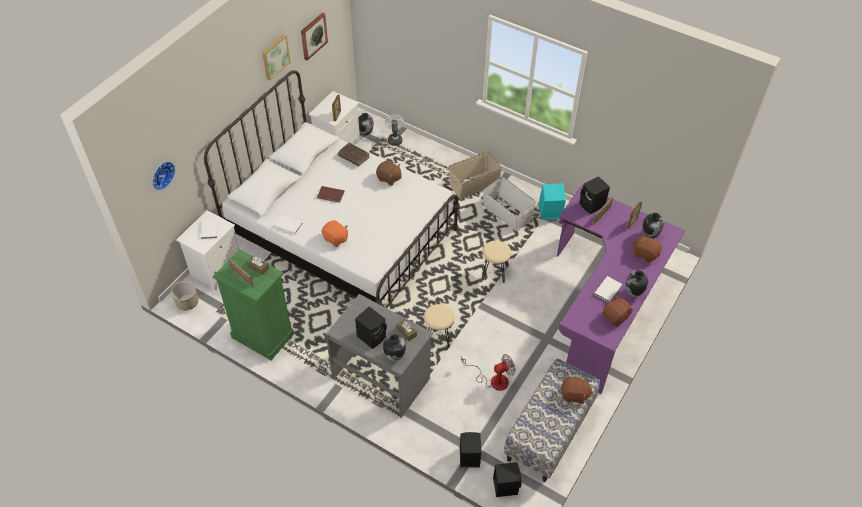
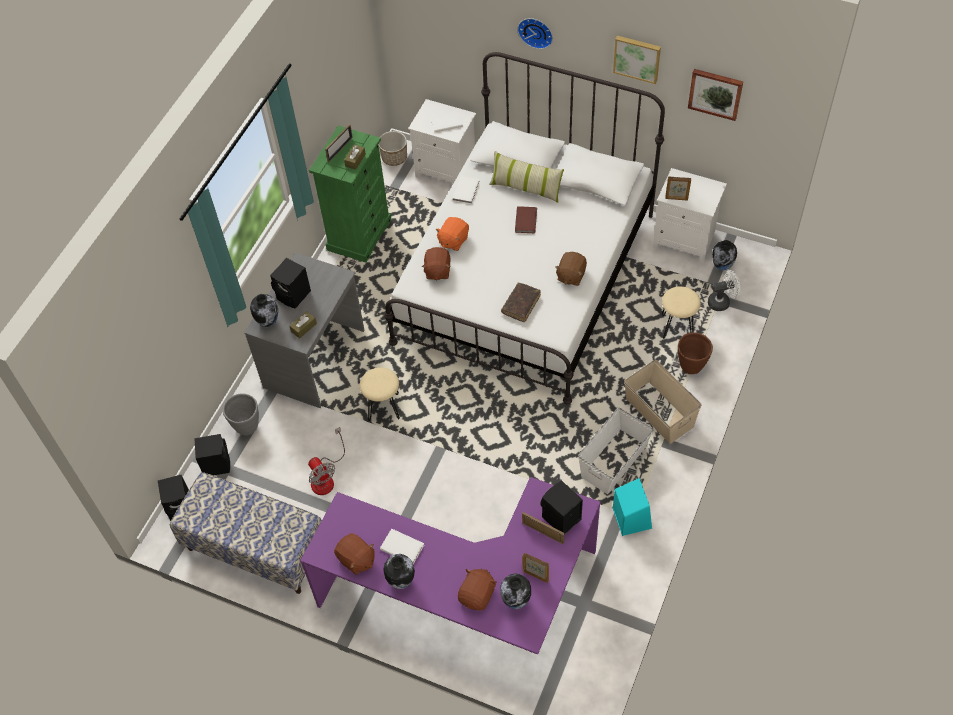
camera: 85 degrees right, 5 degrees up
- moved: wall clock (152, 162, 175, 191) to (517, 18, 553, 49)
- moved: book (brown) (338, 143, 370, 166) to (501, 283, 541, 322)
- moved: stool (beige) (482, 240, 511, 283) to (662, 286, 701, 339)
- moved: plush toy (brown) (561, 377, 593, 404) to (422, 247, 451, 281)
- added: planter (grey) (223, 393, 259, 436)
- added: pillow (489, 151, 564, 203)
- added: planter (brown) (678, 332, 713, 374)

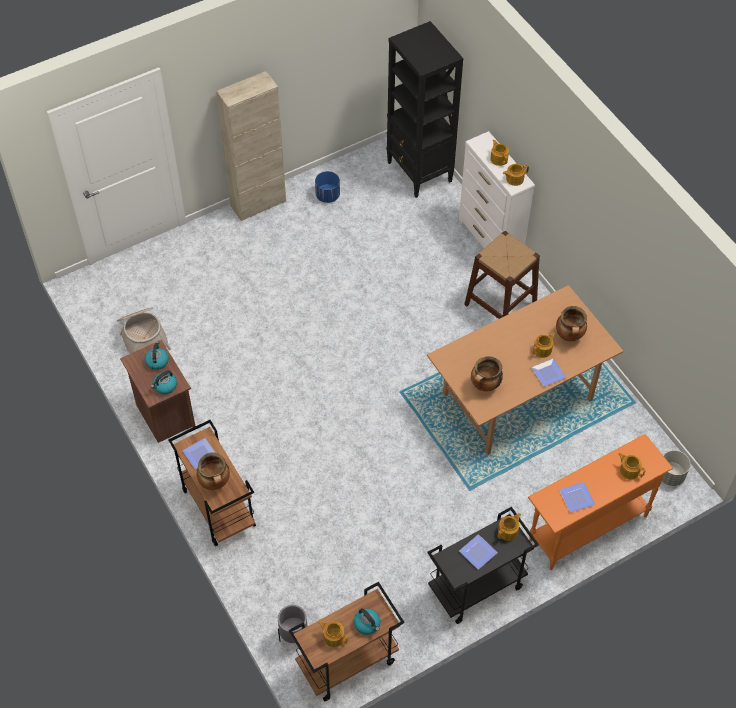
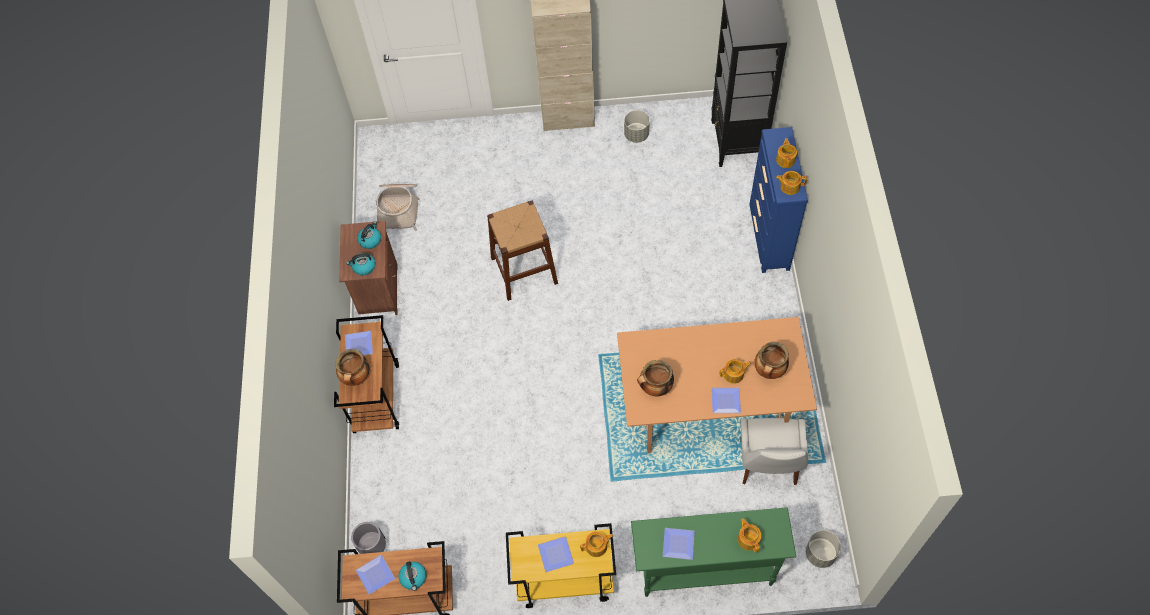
camera: 30 degrees right, 5 degrees up
- recoloured: planter (blue) (315, 171, 340, 203) to planter (grey) (624, 110, 650, 143)
- replaced: teapot (319, 621, 348, 647) to plate (356, 555, 395, 595)
- recoloured: cart (black) (428, 507, 539, 624) to cart (yellow) (506, 523, 616, 608)
- recoloured: dresser (white) (459, 131, 535, 248) to dresser (blue) (749, 127, 808, 273)
- moved: stool (brown) (464, 231, 540, 319) to (487, 201, 558, 301)
- recoloured: console table (orange) (528, 434, 673, 570) to console table (green) (631, 507, 796, 597)
- added: chair (white) (740, 418, 808, 485)

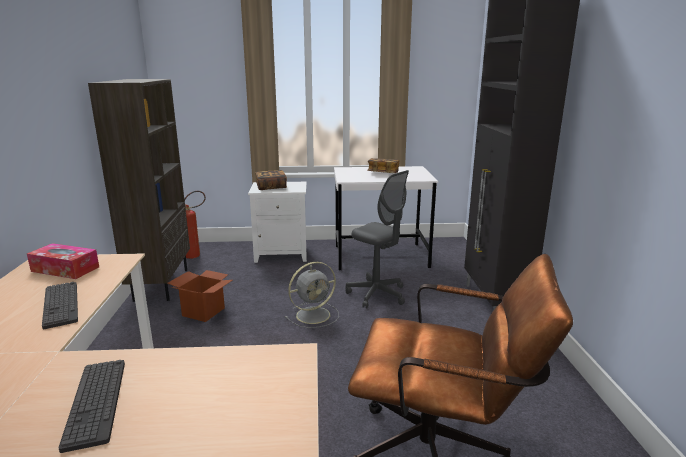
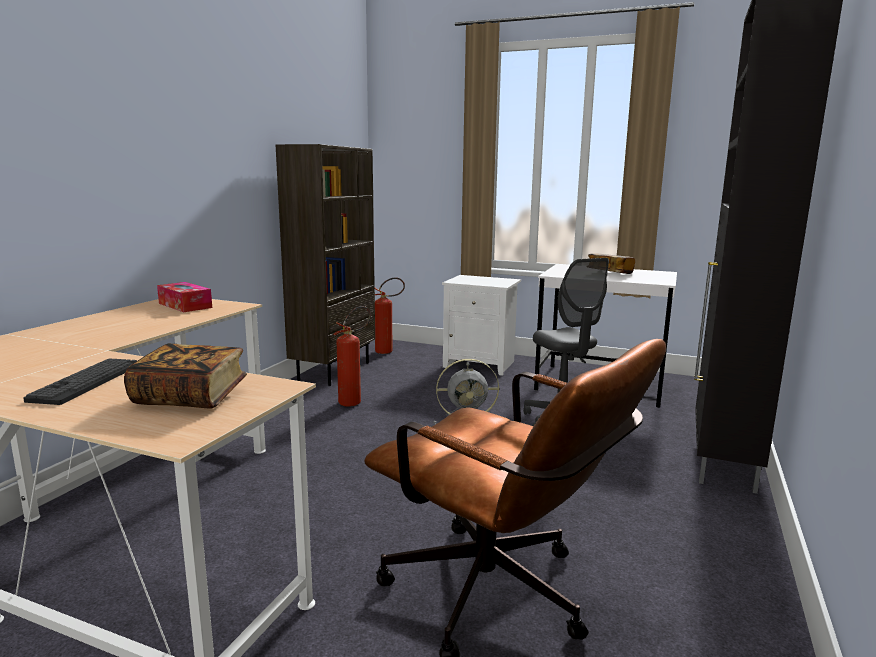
camera: 25 degrees right, 5 degrees down
- removed: keyboard (42, 282, 78, 329)
- replaced: cardboard box (167, 270, 232, 322) to fire extinguisher (333, 306, 371, 407)
- moved: book (255, 170, 287, 190) to (124, 344, 247, 409)

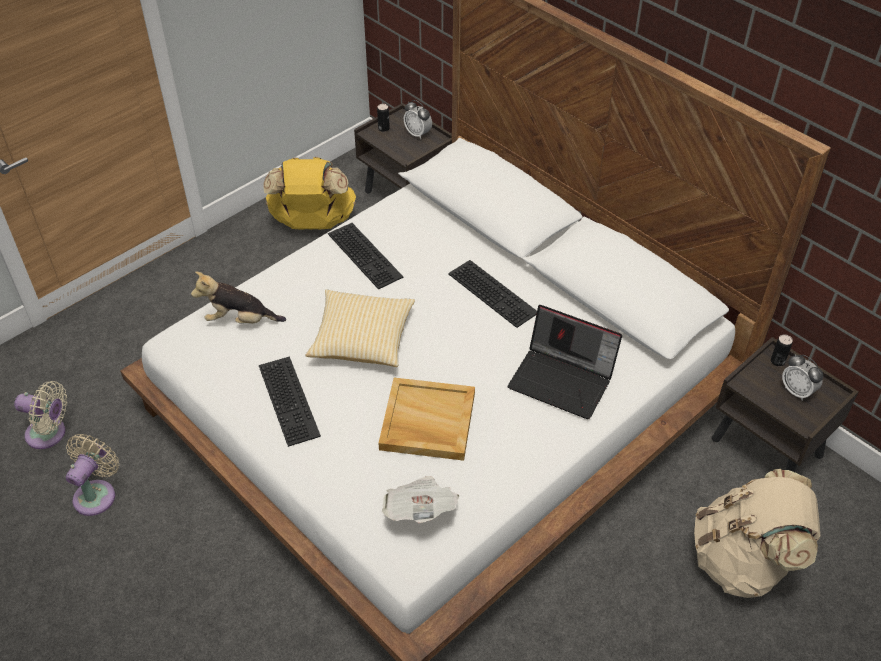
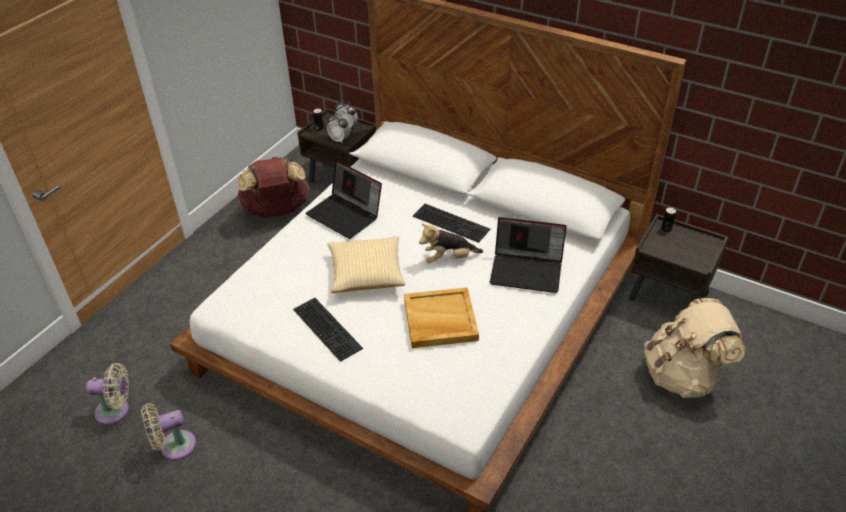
camera: 15 degrees left, 5 degrees down
- turned: fan (beige) (66, 434, 119, 516) = (141, 403, 196, 460) 120 degrees counterclockwise
- moved: plush toy (191, 272, 286, 323) to (419, 224, 483, 263)
- recoloured: backpack (yellow) (263, 157, 356, 230) to backpack (brown) (237, 157, 309, 218)
- replaced: keyboard (328, 223, 403, 289) to laptop (305, 160, 382, 239)
- removed: newspaper (382, 476, 460, 523)
- moved: alarm clock (782, 354, 823, 401) to (327, 113, 350, 144)

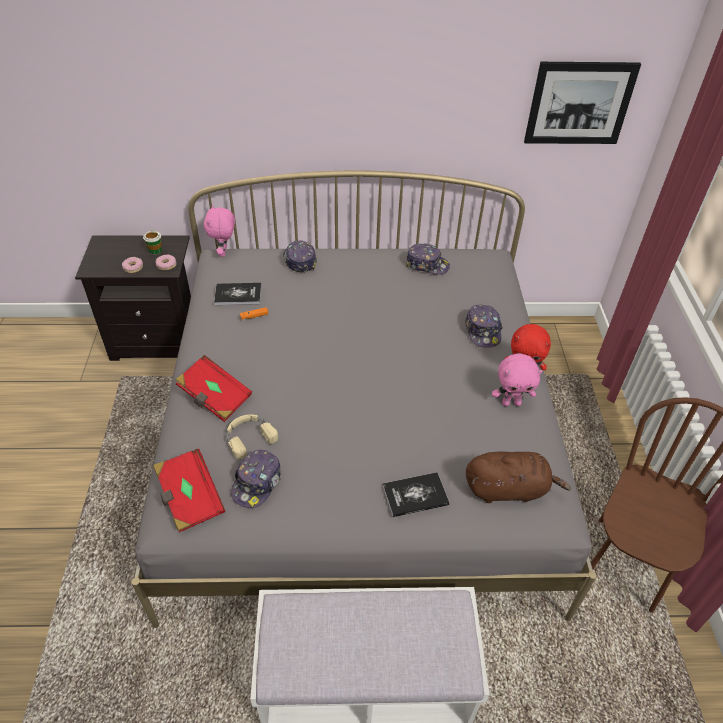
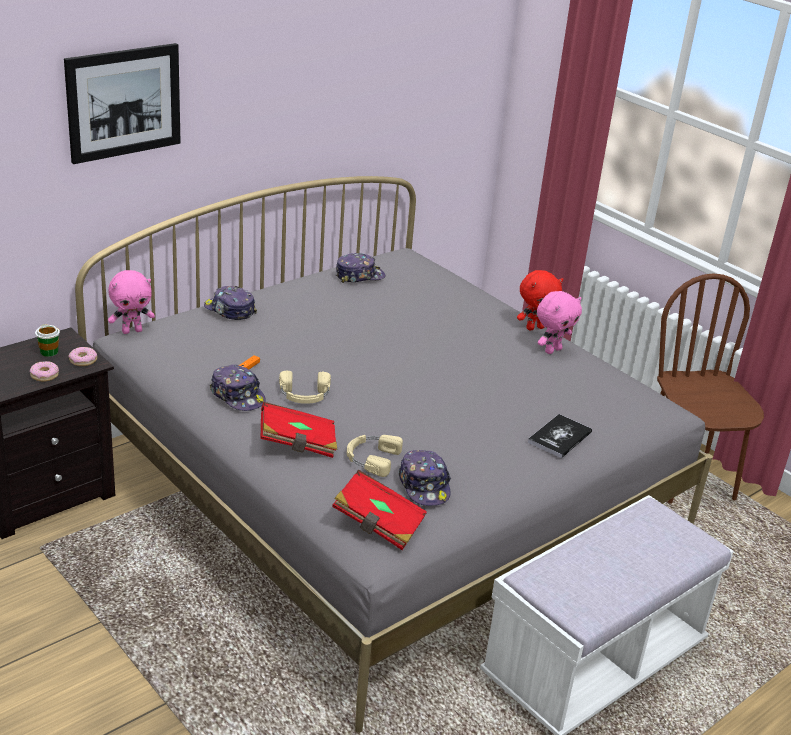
camera: 40 degrees left, 15 degrees down
- turned: plush toy (pink) (203, 205, 235, 257) = (108, 270, 155, 334) 75 degrees counterclockwise
- removed: book (214, 283, 261, 305)
- moved: cap (465, 305, 503, 348) to (210, 365, 266, 411)
- removed: plush toy (brown) (466, 451, 572, 503)
- moved: picture (524, 62, 641, 144) to (64, 43, 181, 164)
- added: headphones (beige) (279, 370, 331, 404)

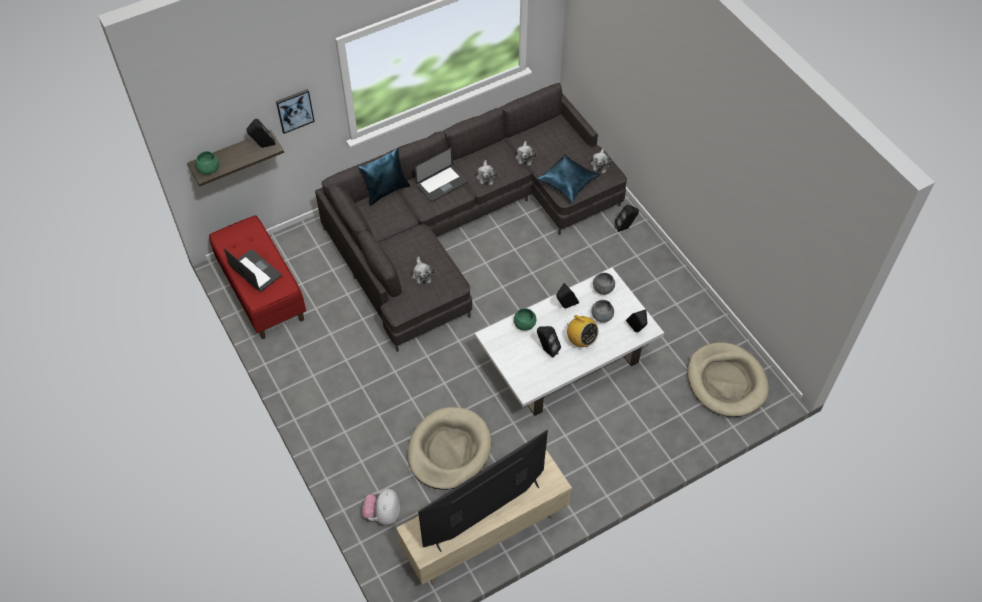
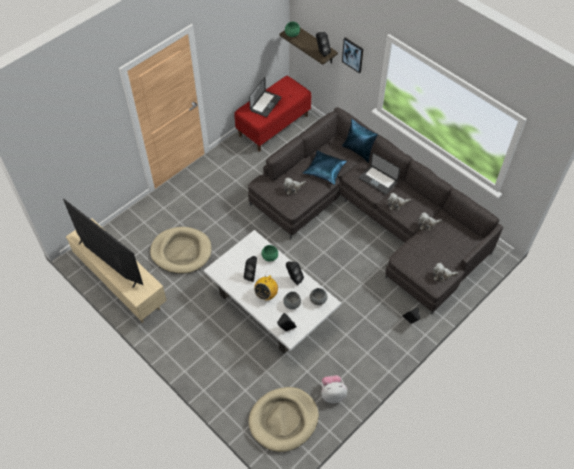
camera: 75 degrees right, 0 degrees up
- moved: plush toy (362, 489, 400, 525) to (321, 375, 347, 404)
- moved: pillow (blue) (537, 154, 601, 202) to (303, 150, 347, 185)

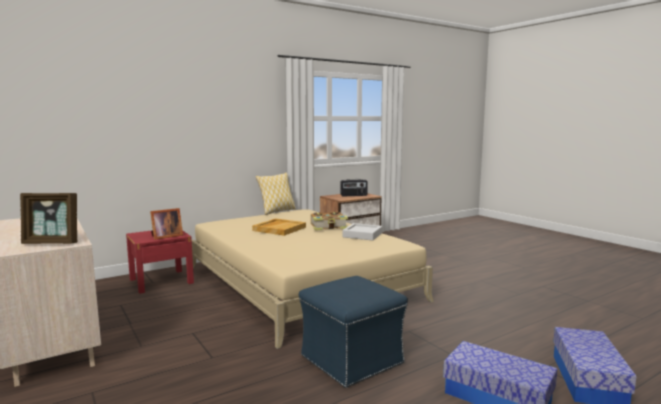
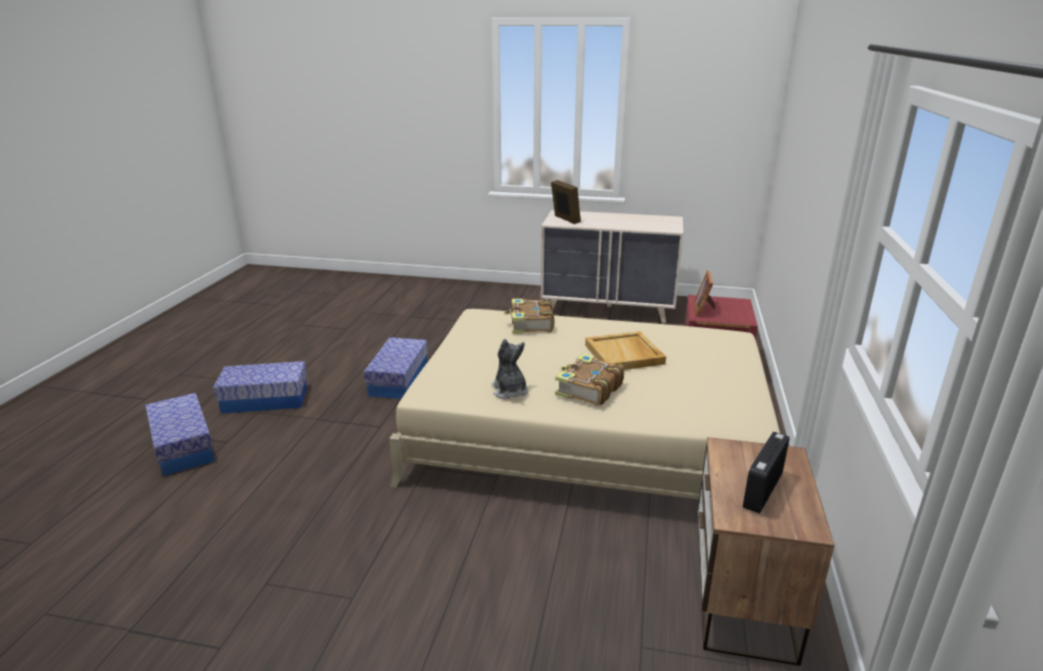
camera: 135 degrees right, 15 degrees up
- turned: picture frame (20, 193, 77, 244) = (551, 180, 581, 224) 105 degrees clockwise
- removed: pillow (255, 172, 296, 215)
- replaced: ottoman (blue) (299, 276, 408, 388) to storage box (364, 337, 428, 399)
- replaced: tray (grey) (343, 223, 382, 241) to plush toy (492, 339, 528, 400)
- added: book (503, 299, 554, 334)

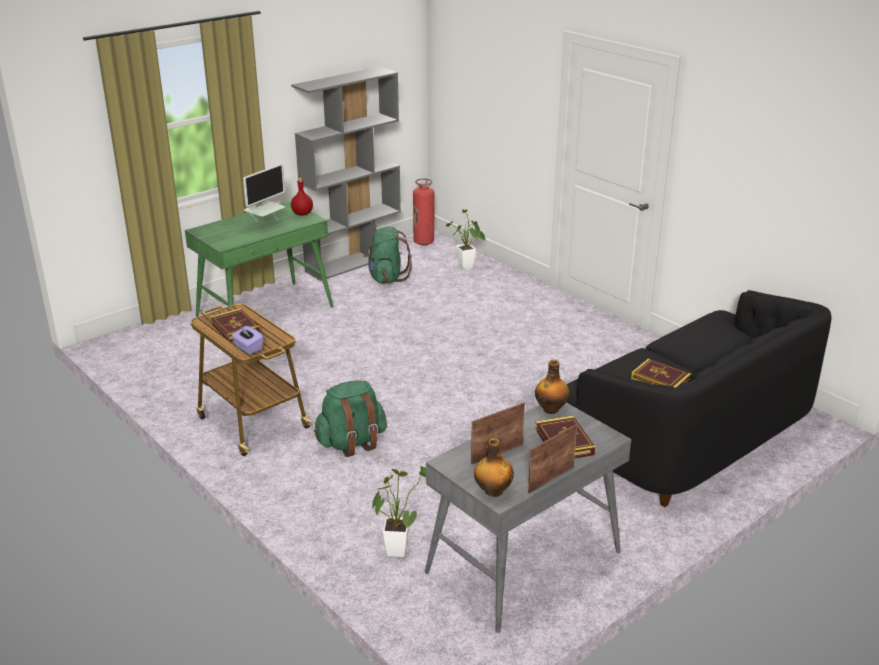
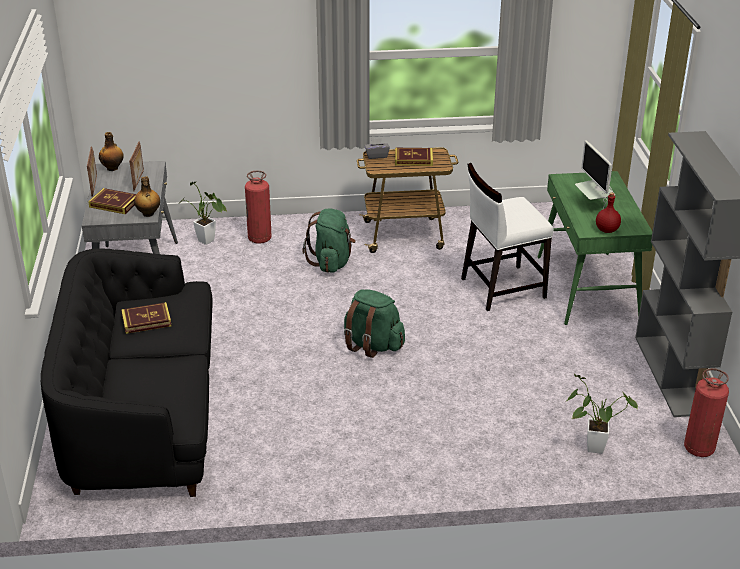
camera: 125 degrees right, 5 degrees up
- recoloured: tissue box (purple) (231, 326, 264, 354) to tissue box (grey) (364, 138, 390, 159)
- moved: backpack (green) (363, 227, 412, 283) to (344, 289, 405, 358)
- added: fire extinguisher (245, 171, 272, 244)
- added: chair (white) (461, 163, 553, 311)

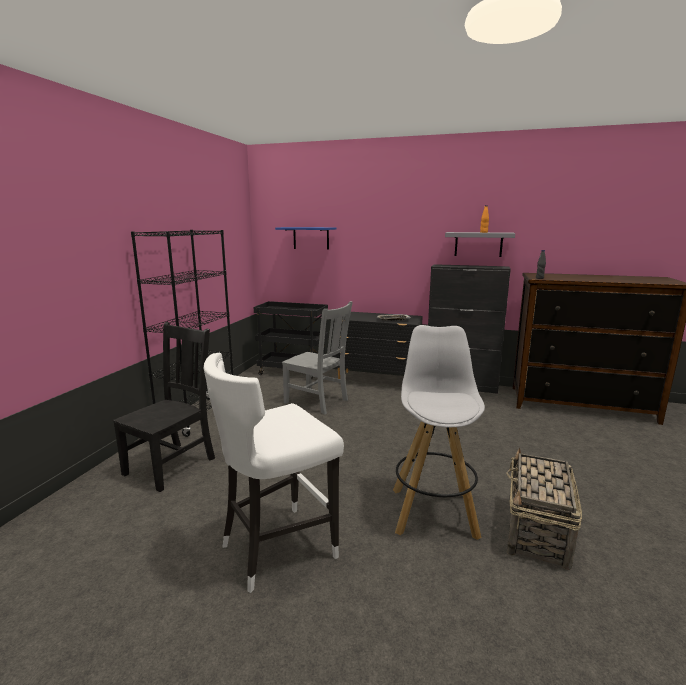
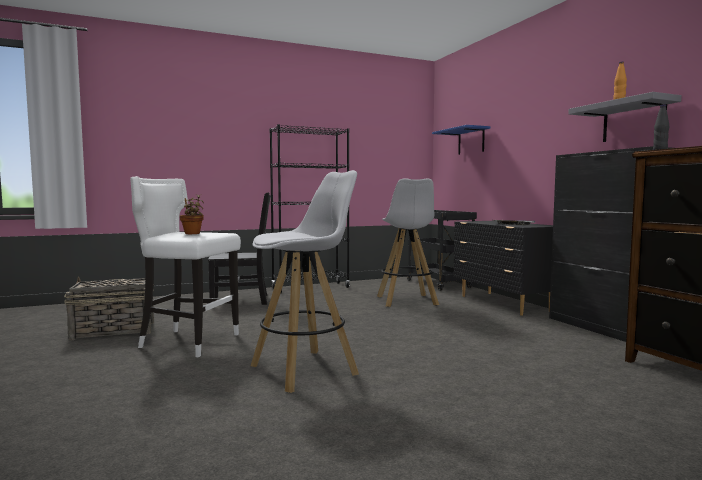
camera: 50 degrees right, 10 degrees down
- replaced: chair (grey) (282, 301, 353, 415) to stool (white) (377, 178, 439, 307)
- moved: basket (506, 448, 582, 570) to (64, 277, 154, 340)
- added: potted plant (180, 194, 204, 234)

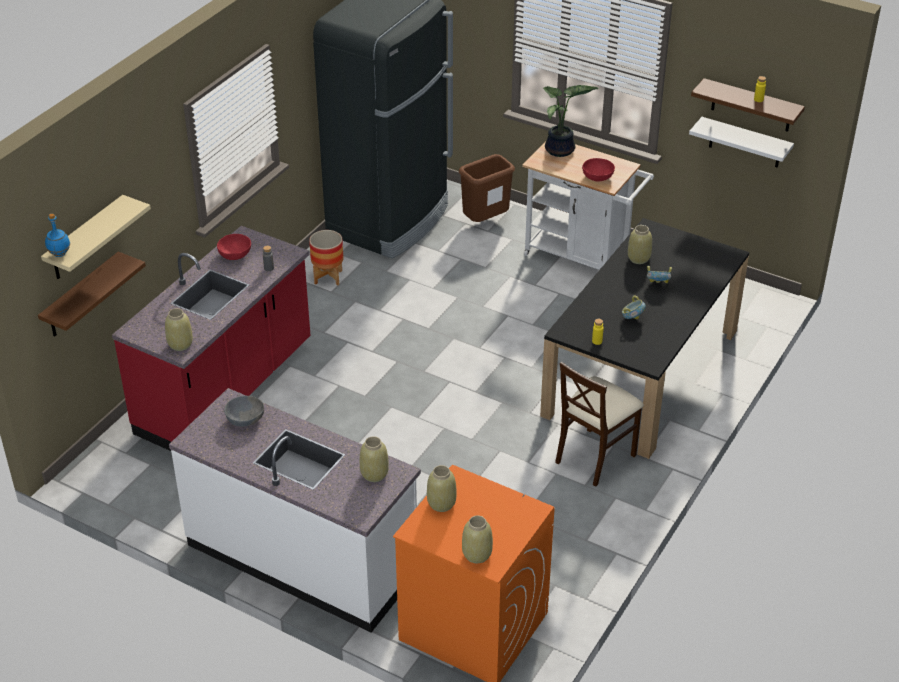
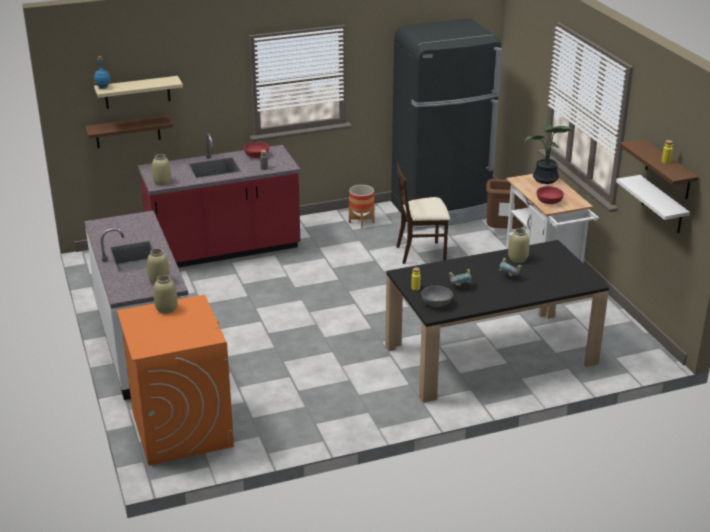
camera: 40 degrees right, 10 degrees down
- moved: bowl (grey) (224, 396, 264, 427) to (421, 286, 453, 307)
- removed: vase (beige) (462, 515, 493, 563)
- moved: chair (beige) (555, 362, 644, 486) to (396, 163, 450, 264)

